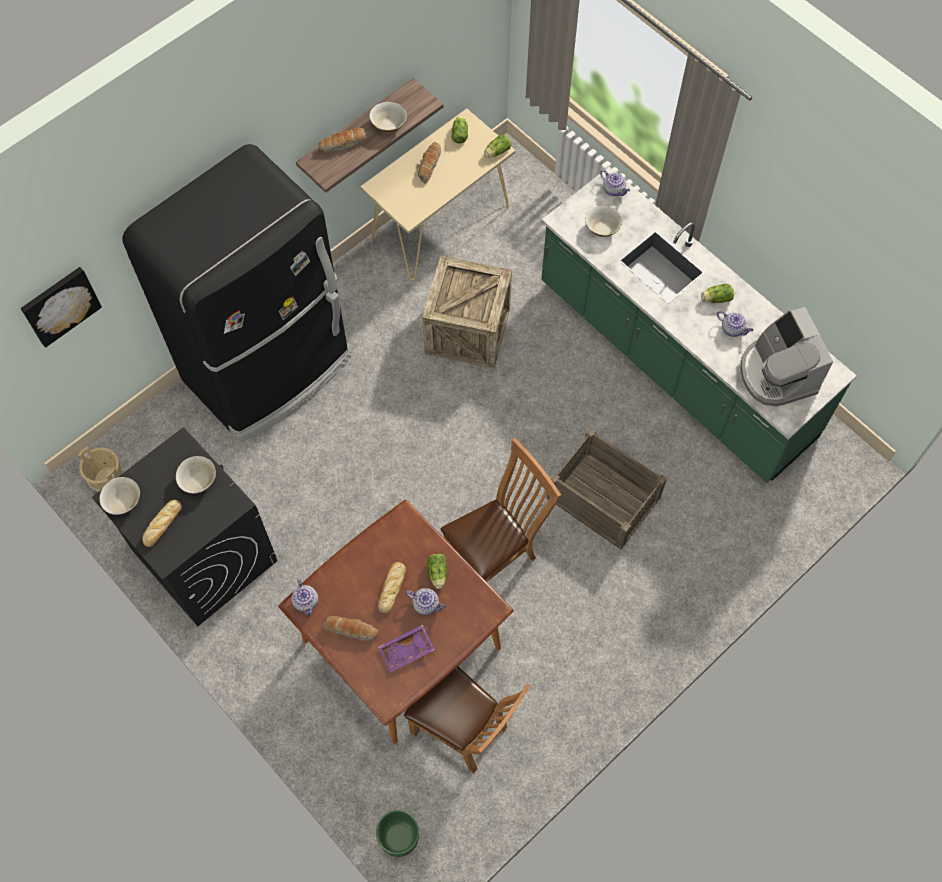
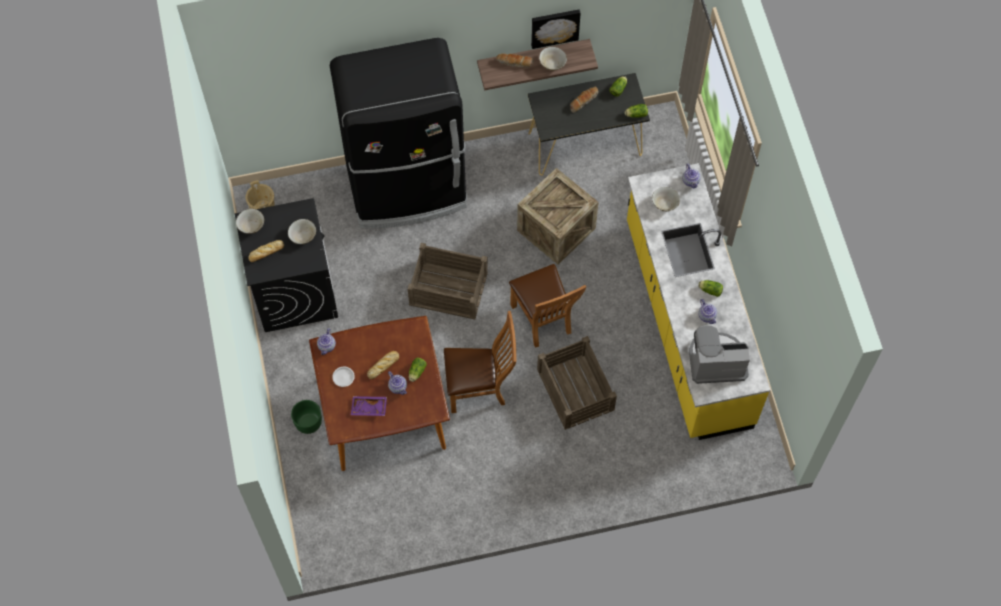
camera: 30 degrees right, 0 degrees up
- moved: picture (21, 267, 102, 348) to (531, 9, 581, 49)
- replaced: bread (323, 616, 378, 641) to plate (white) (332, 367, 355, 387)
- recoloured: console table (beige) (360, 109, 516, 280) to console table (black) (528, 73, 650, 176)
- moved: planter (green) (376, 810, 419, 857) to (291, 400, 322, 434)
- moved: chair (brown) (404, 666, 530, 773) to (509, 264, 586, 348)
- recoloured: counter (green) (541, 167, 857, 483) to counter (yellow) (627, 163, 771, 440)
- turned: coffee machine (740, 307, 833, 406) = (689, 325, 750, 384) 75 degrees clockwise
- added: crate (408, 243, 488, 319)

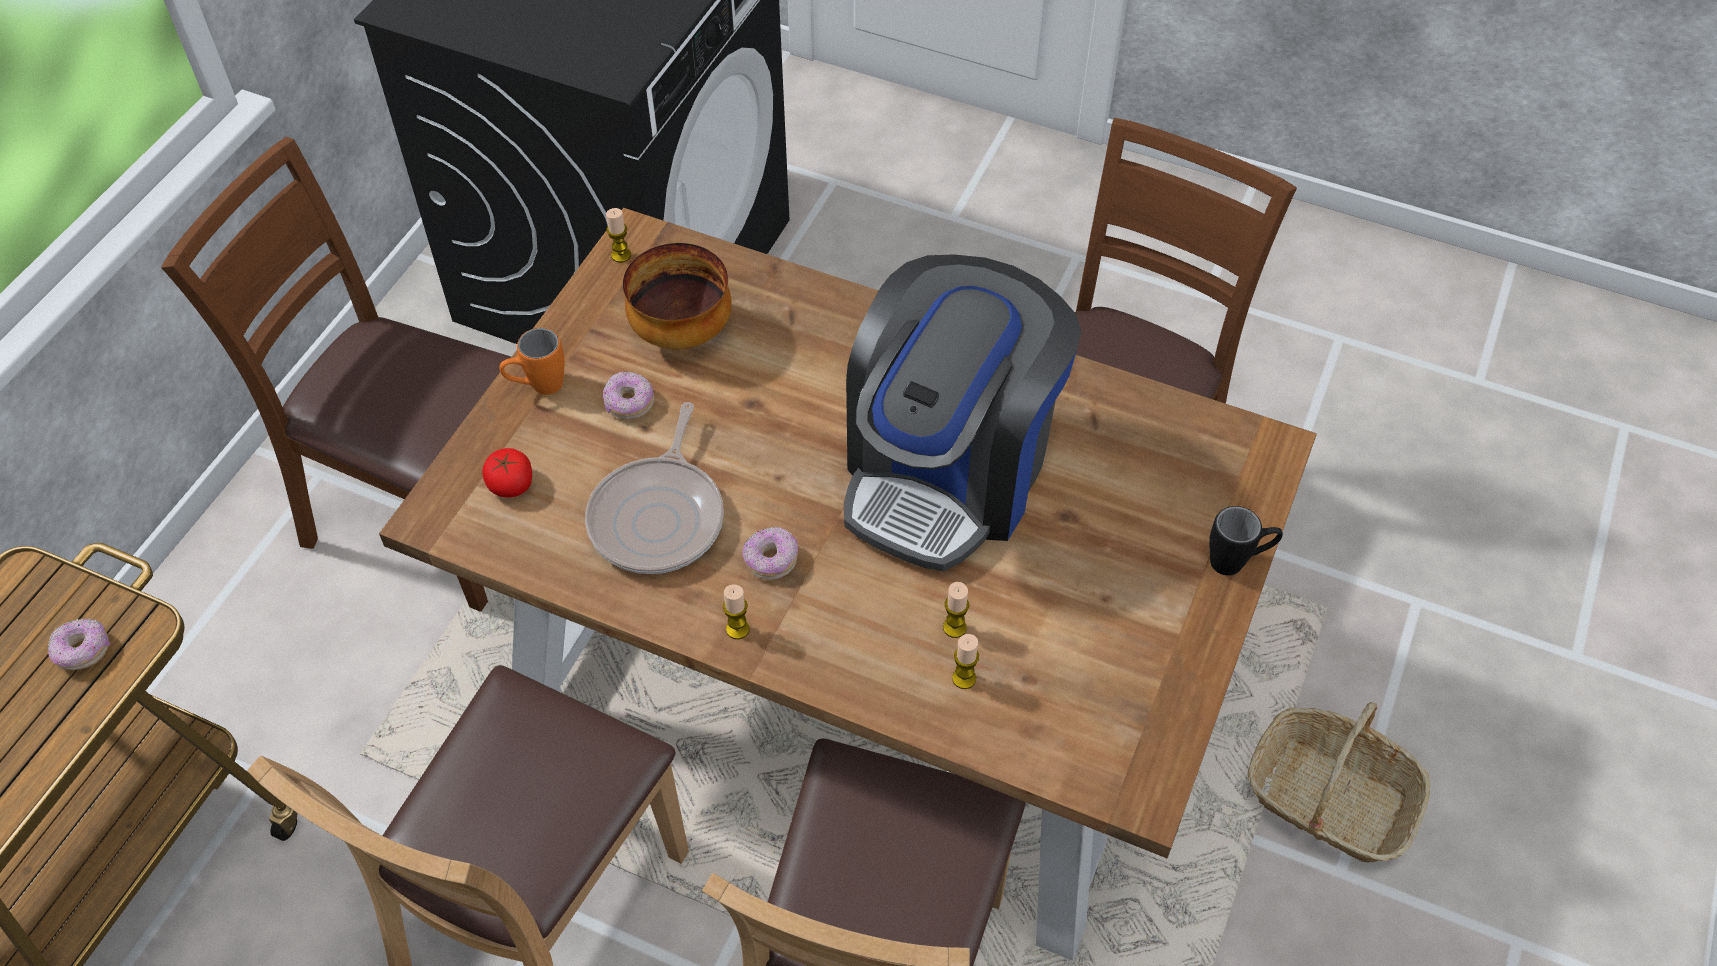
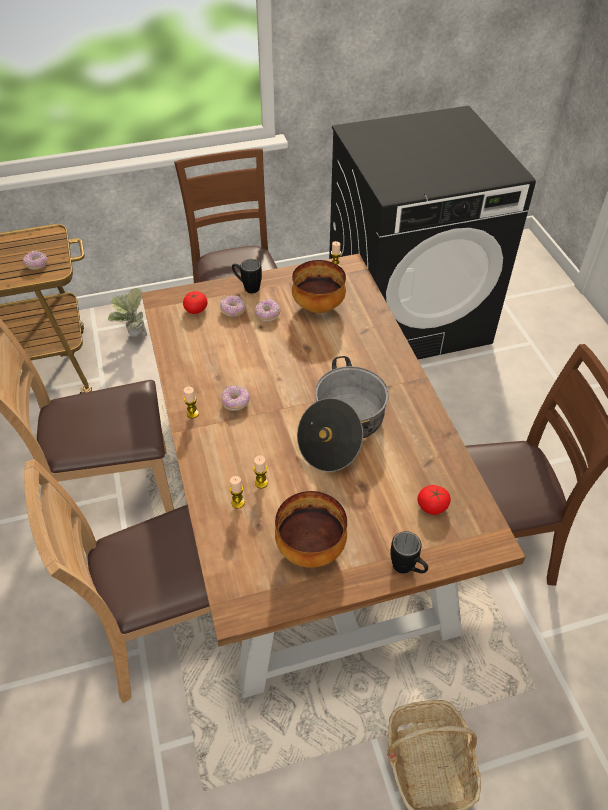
camera: 50 degrees right, 5 degrees down
- recoloured: mug (orange) (499, 328, 565, 395) to mug (black) (232, 259, 262, 293)
- removed: frying pan (585, 402, 724, 574)
- replaced: coffee machine (844, 254, 1081, 571) to cooking pot (297, 356, 389, 472)
- added: potted plant (108, 288, 147, 337)
- added: donut (220, 295, 245, 317)
- added: bowl (275, 491, 347, 568)
- added: tomato (417, 485, 451, 515)

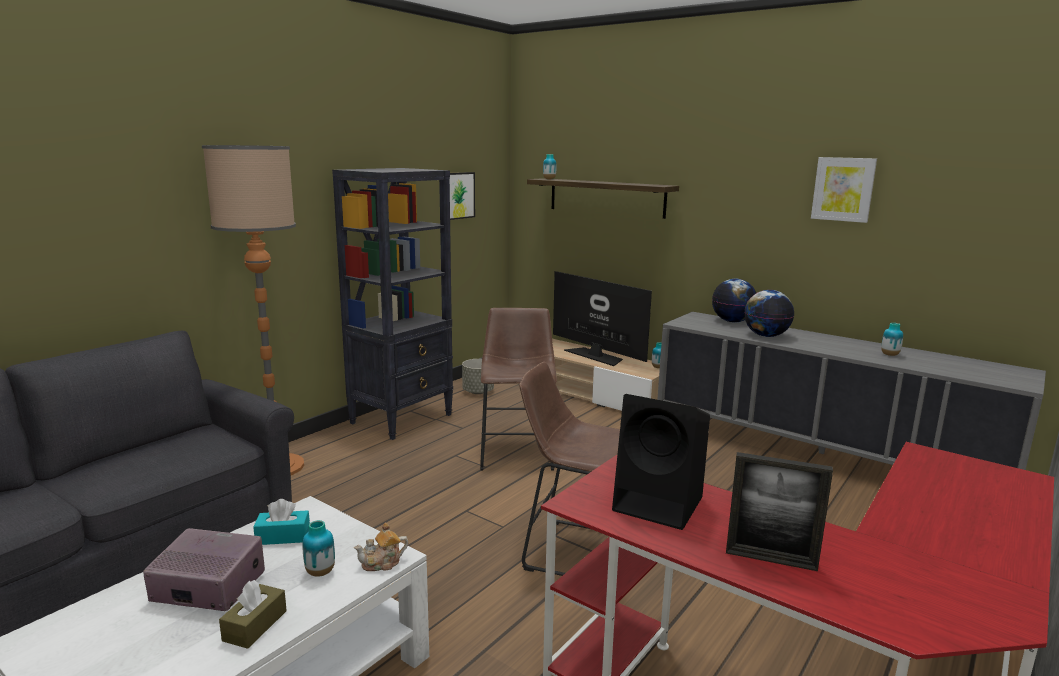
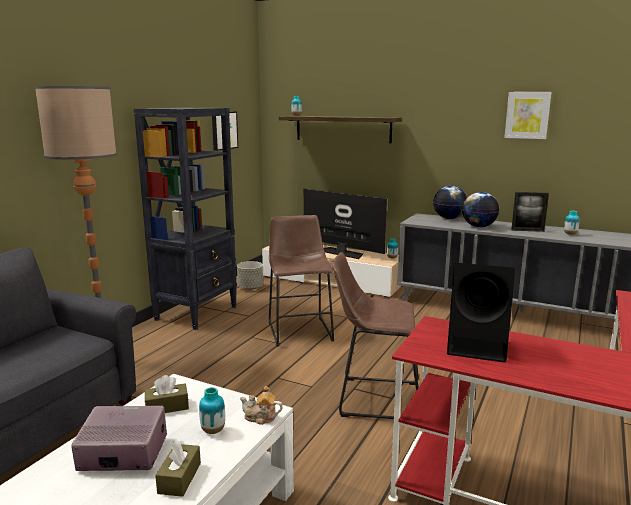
camera: 10 degrees left, 0 degrees up
- recoloured: tissue box (turquoise) (253, 499, 310, 545) to tissue box (brown) (145, 375, 189, 413)
- turned: teapot (354, 523, 408, 571) = (240, 386, 283, 425) 45 degrees clockwise
- moved: picture frame (726, 452, 833, 571) to (511, 192, 549, 232)

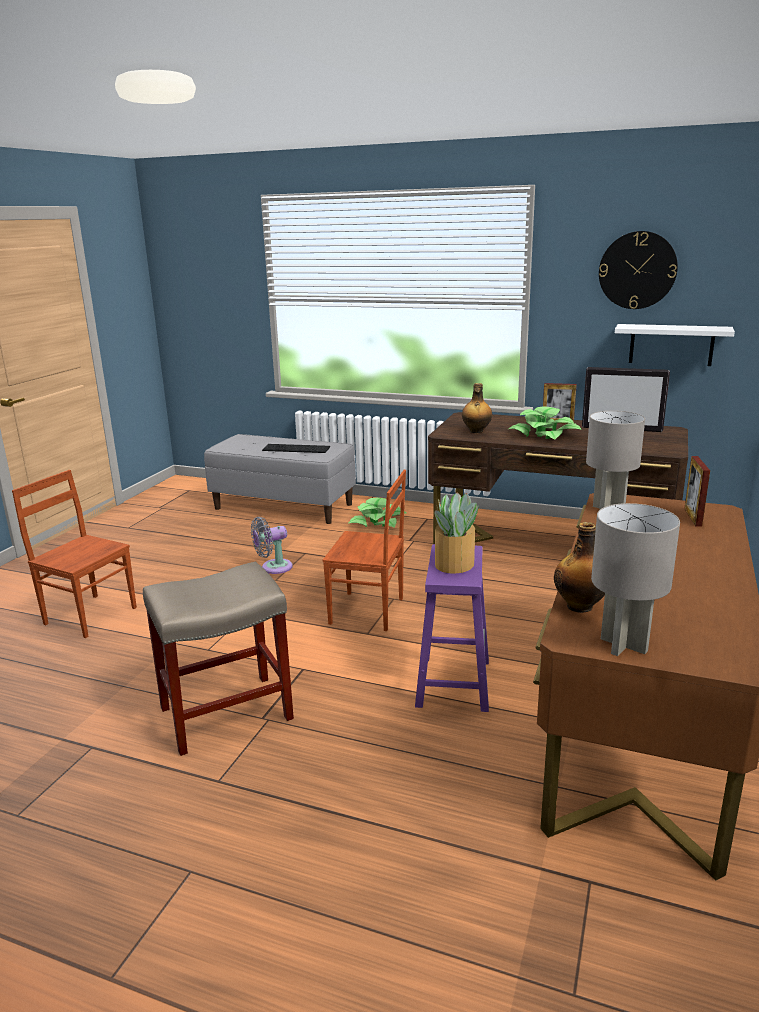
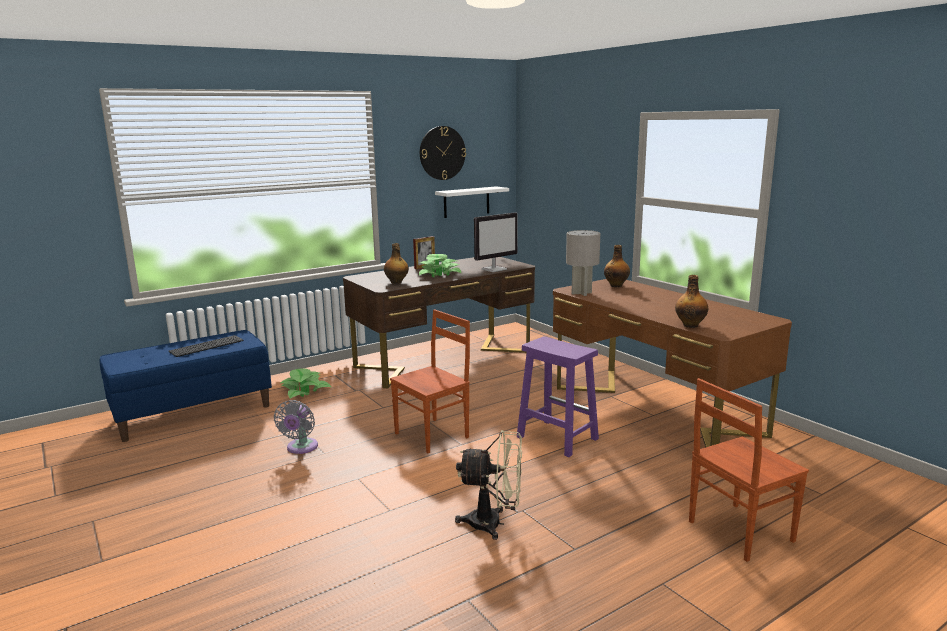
camera: 55 degrees left, 5 degrees down
- moved: chair (brown) (12, 470, 137, 638) to (689, 378, 809, 562)
- replaced: stool (beige) (143, 562, 294, 756) to fan (beige) (455, 430, 522, 540)
- recoloured: bench (grey) (204, 434, 356, 524) to bench (blue) (100, 330, 272, 442)
- removed: potted plant (434, 493, 479, 574)
- removed: table lamp (grey) (591, 503, 680, 656)
- replaced: picture frame (684, 456, 710, 527) to bottle (604, 245, 630, 287)

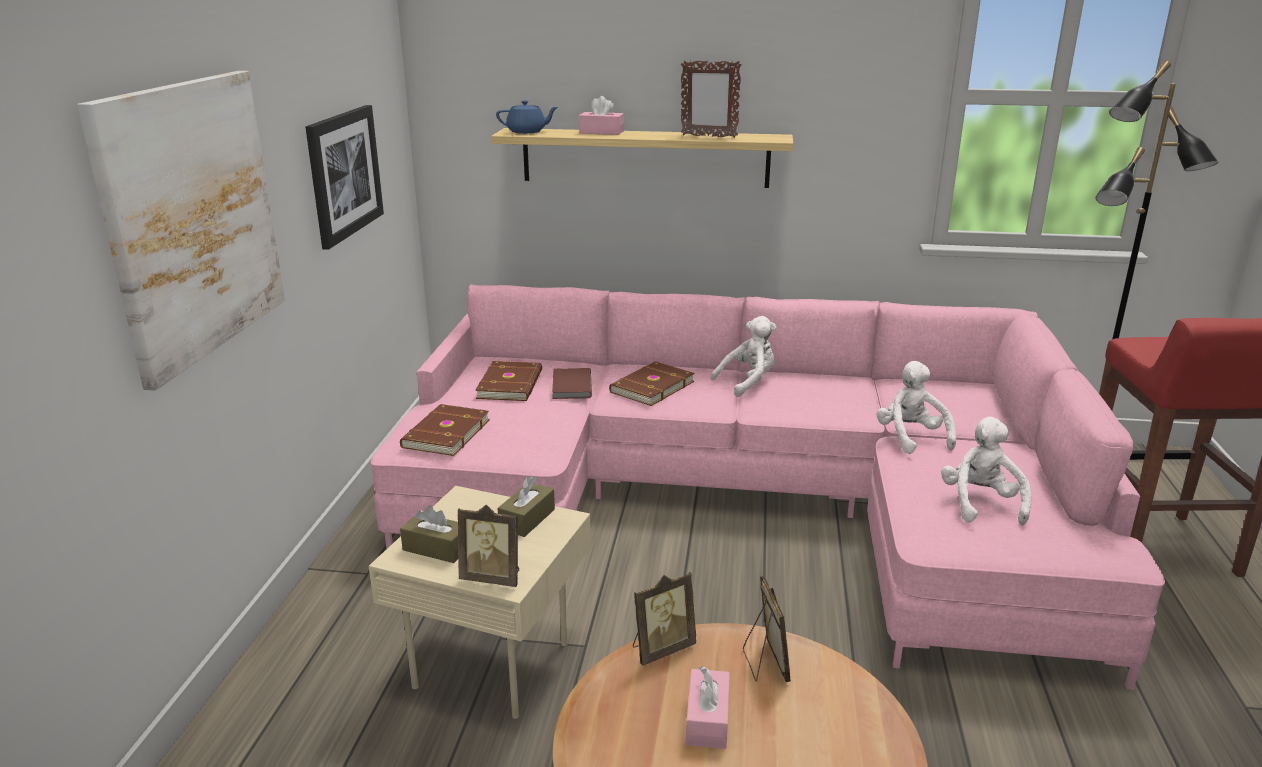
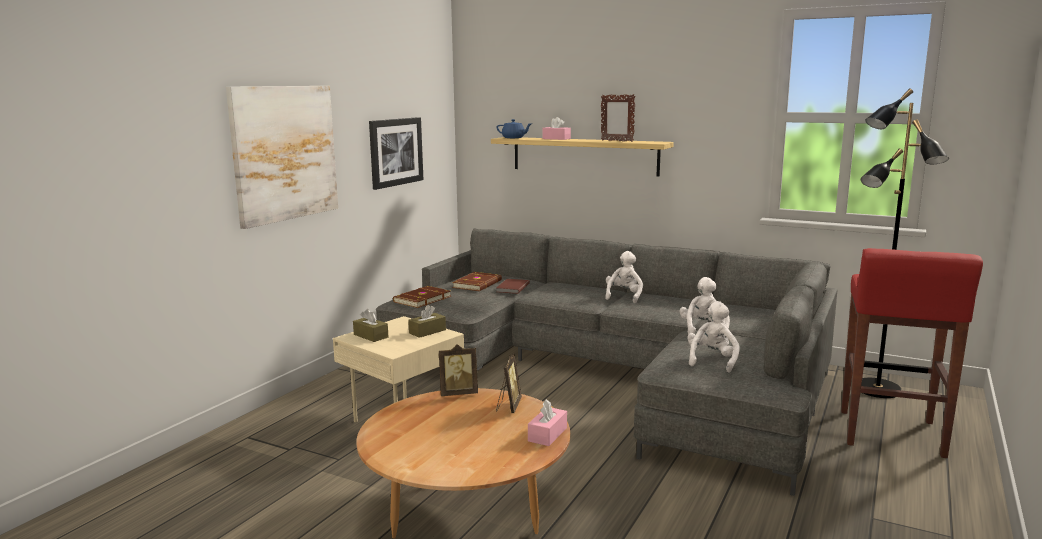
camera: 20 degrees right, 10 degrees down
- recoloured: sofa (pink) (370, 285, 1165, 690) to sofa (grey) (376, 229, 838, 496)
- removed: picture frame (458, 505, 519, 587)
- removed: book (brown) (609, 361, 695, 406)
- moved: tissue box (pink) (686, 666, 730, 749) to (528, 399, 567, 446)
- turned: plush toy (white) (711, 316, 776, 397) = (605, 251, 643, 303) 60 degrees counterclockwise

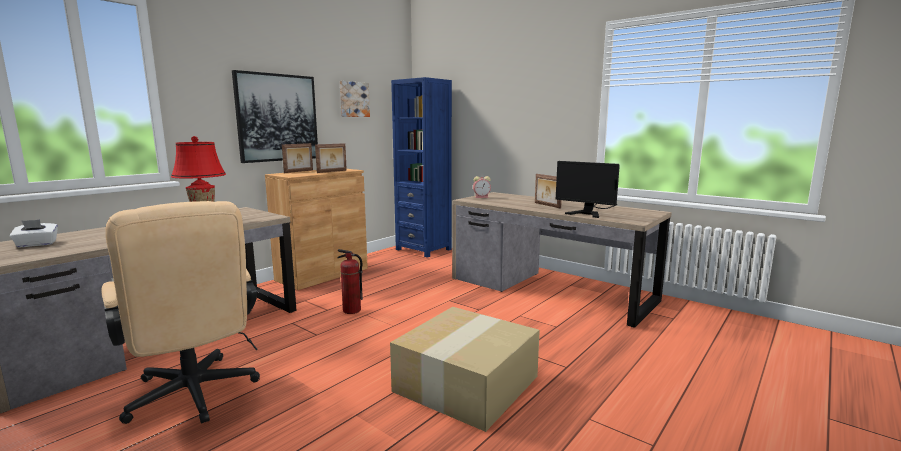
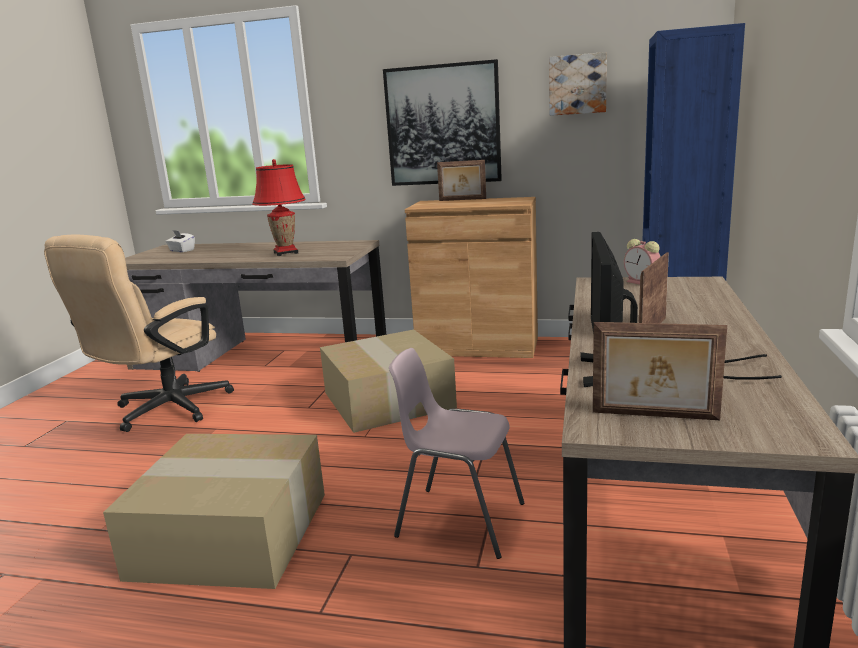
camera: 65 degrees right, 5 degrees up
- moved: picture frame (315, 143, 347, 173) to (593, 322, 727, 420)
- replaced: fire extinguisher (337, 249, 363, 314) to cardboard box (320, 330, 457, 433)
- added: chair (pink) (389, 348, 525, 559)

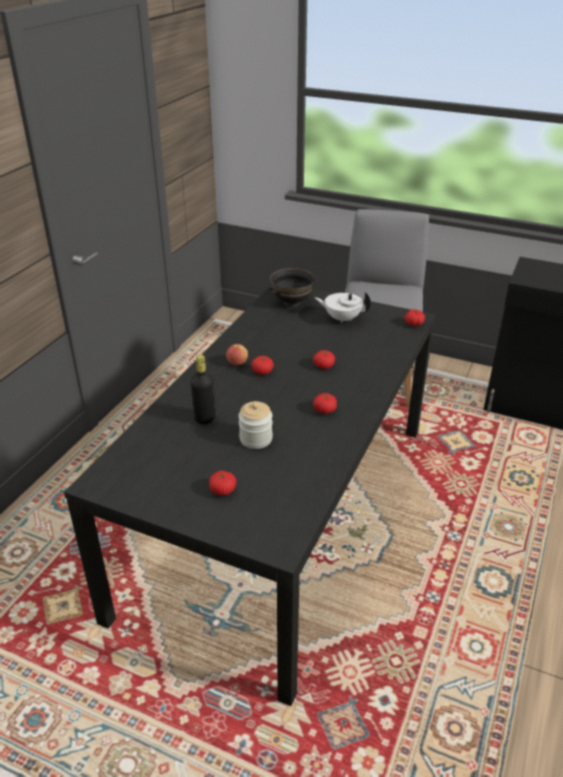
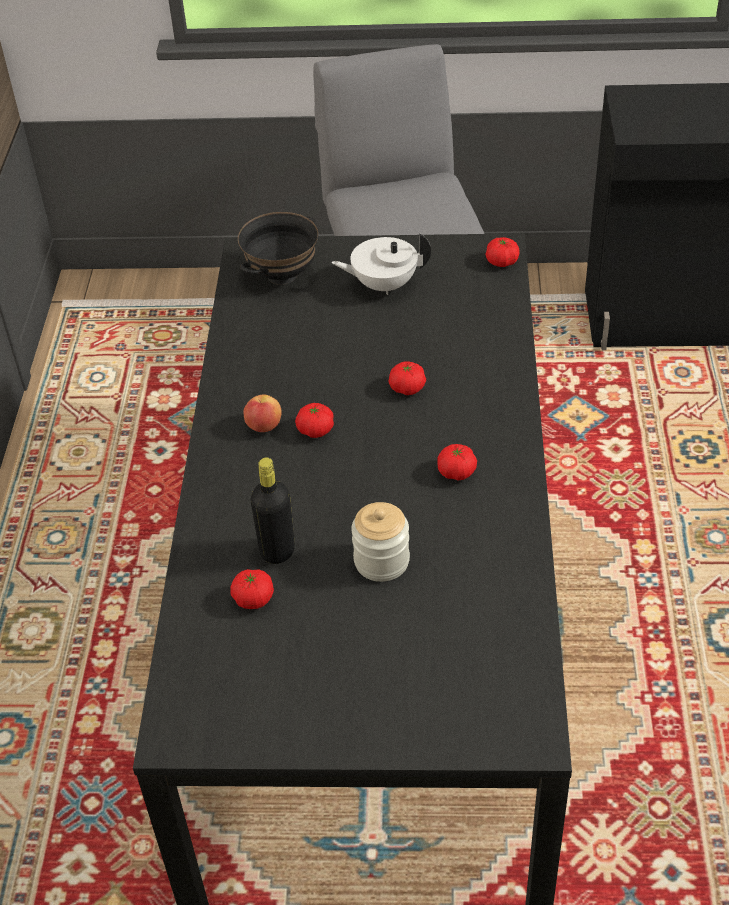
camera: 20 degrees left, 10 degrees up
- moved: tomato (209, 471, 236, 496) to (230, 569, 274, 609)

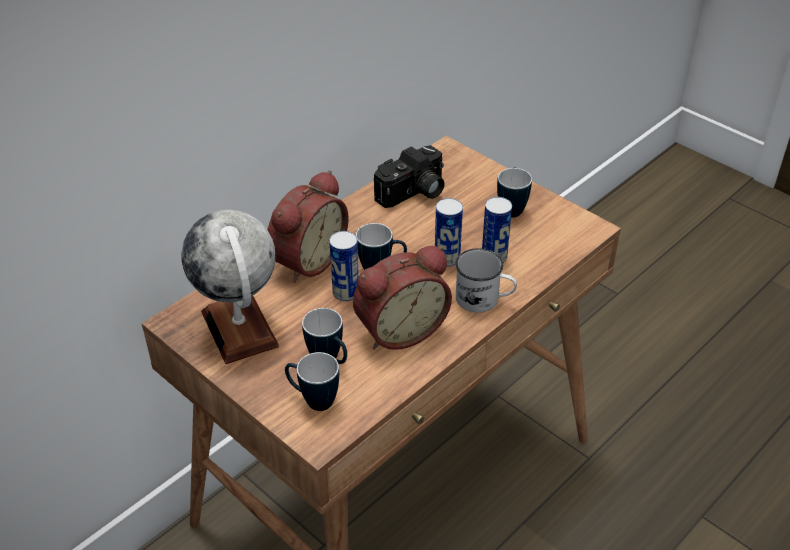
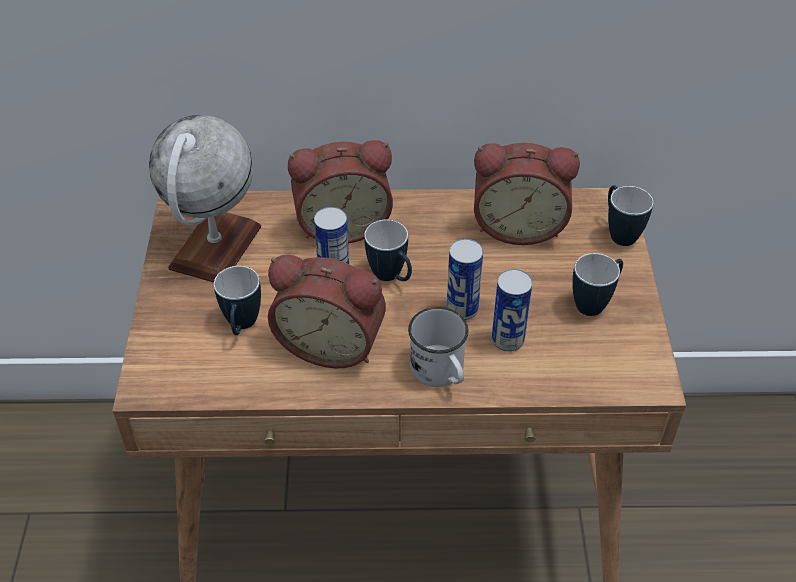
camera: 45 degrees right, 5 degrees up
- moved: mug (285, 352, 339, 411) to (608, 185, 653, 246)
- replaced: photo camera (374, 145, 445, 208) to alarm clock (474, 143, 580, 245)

